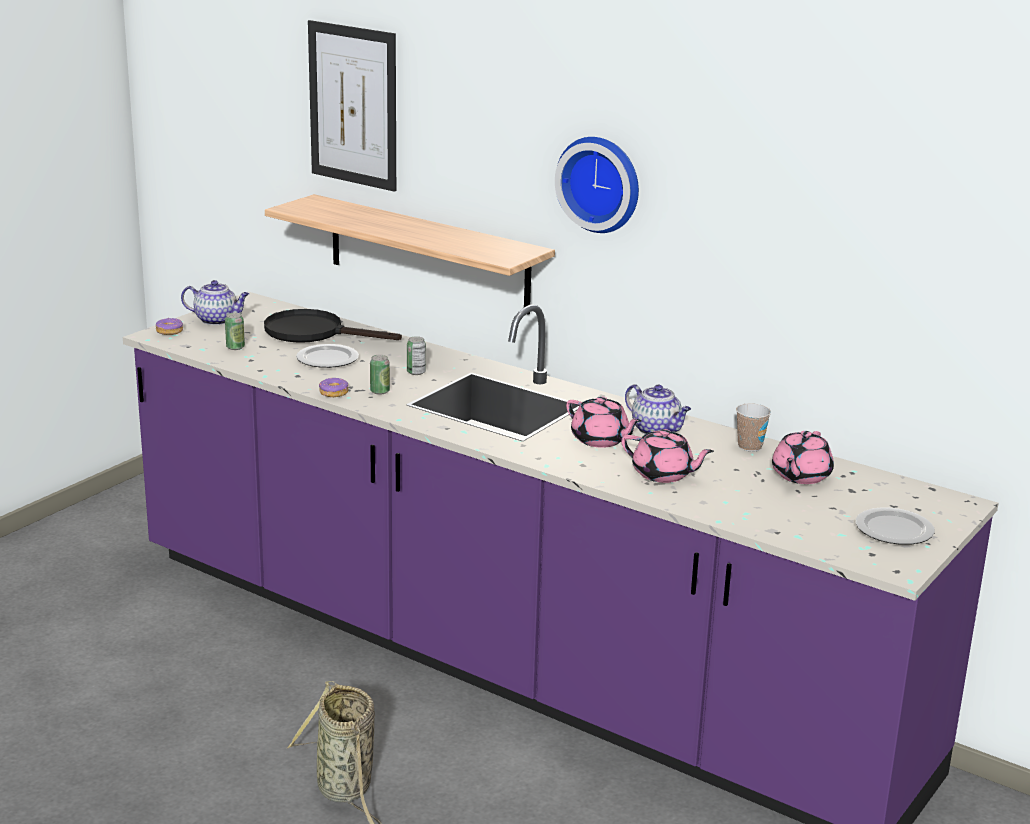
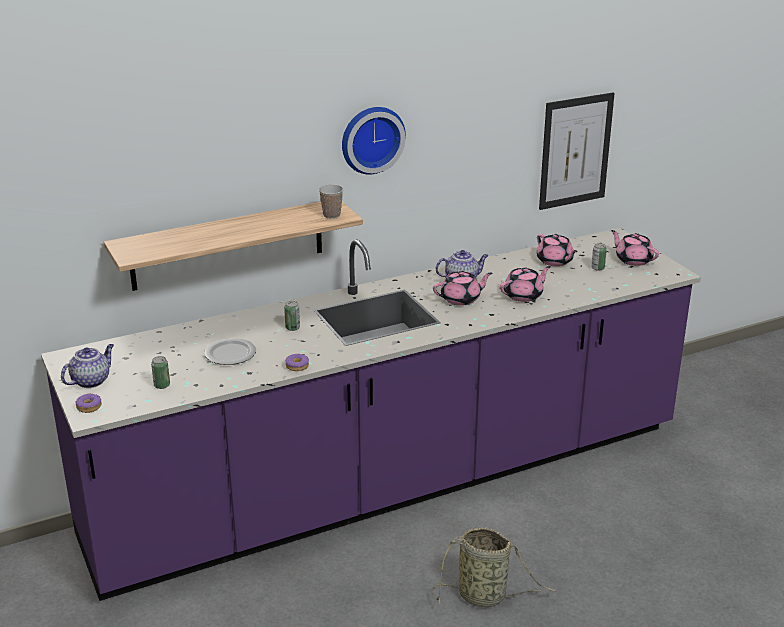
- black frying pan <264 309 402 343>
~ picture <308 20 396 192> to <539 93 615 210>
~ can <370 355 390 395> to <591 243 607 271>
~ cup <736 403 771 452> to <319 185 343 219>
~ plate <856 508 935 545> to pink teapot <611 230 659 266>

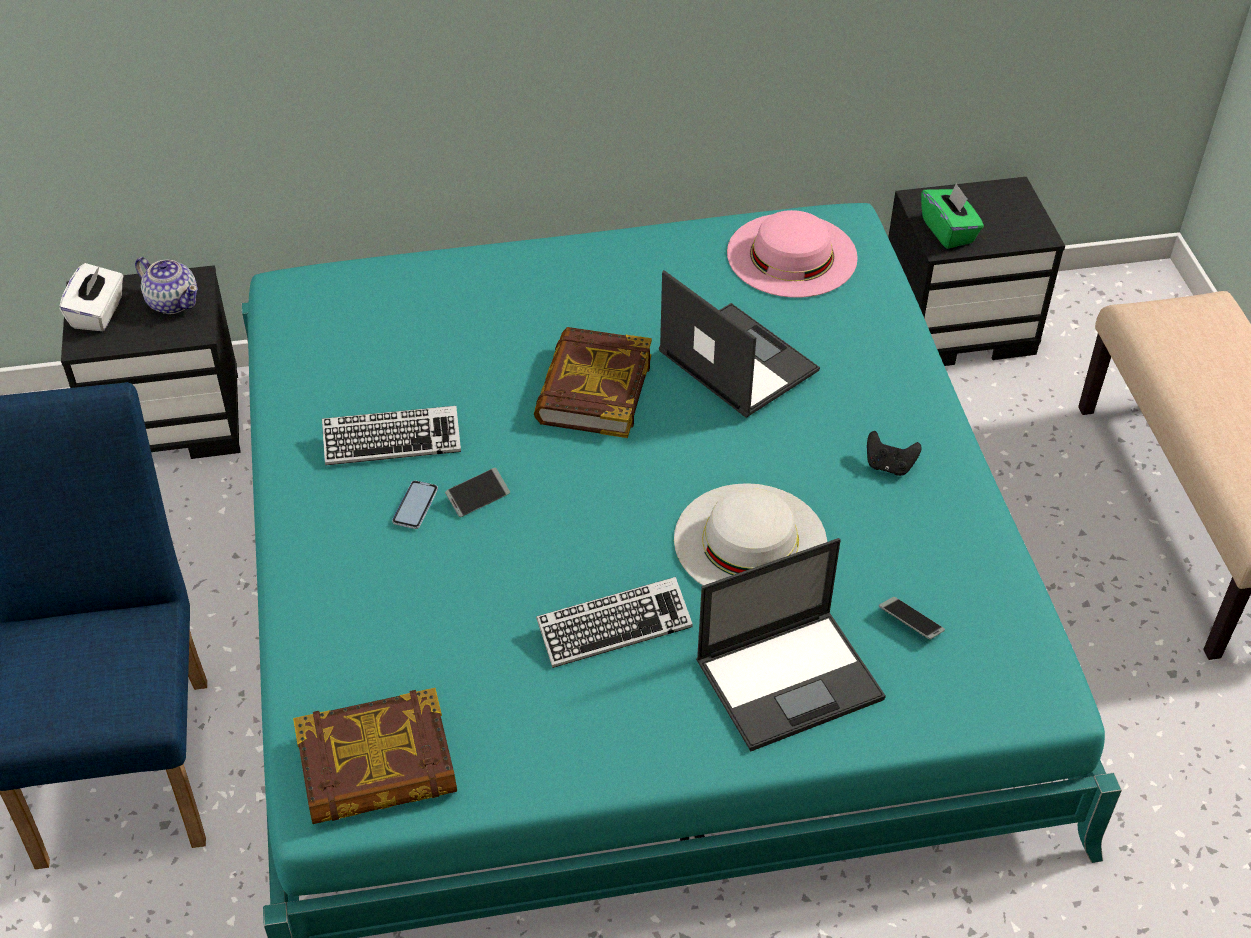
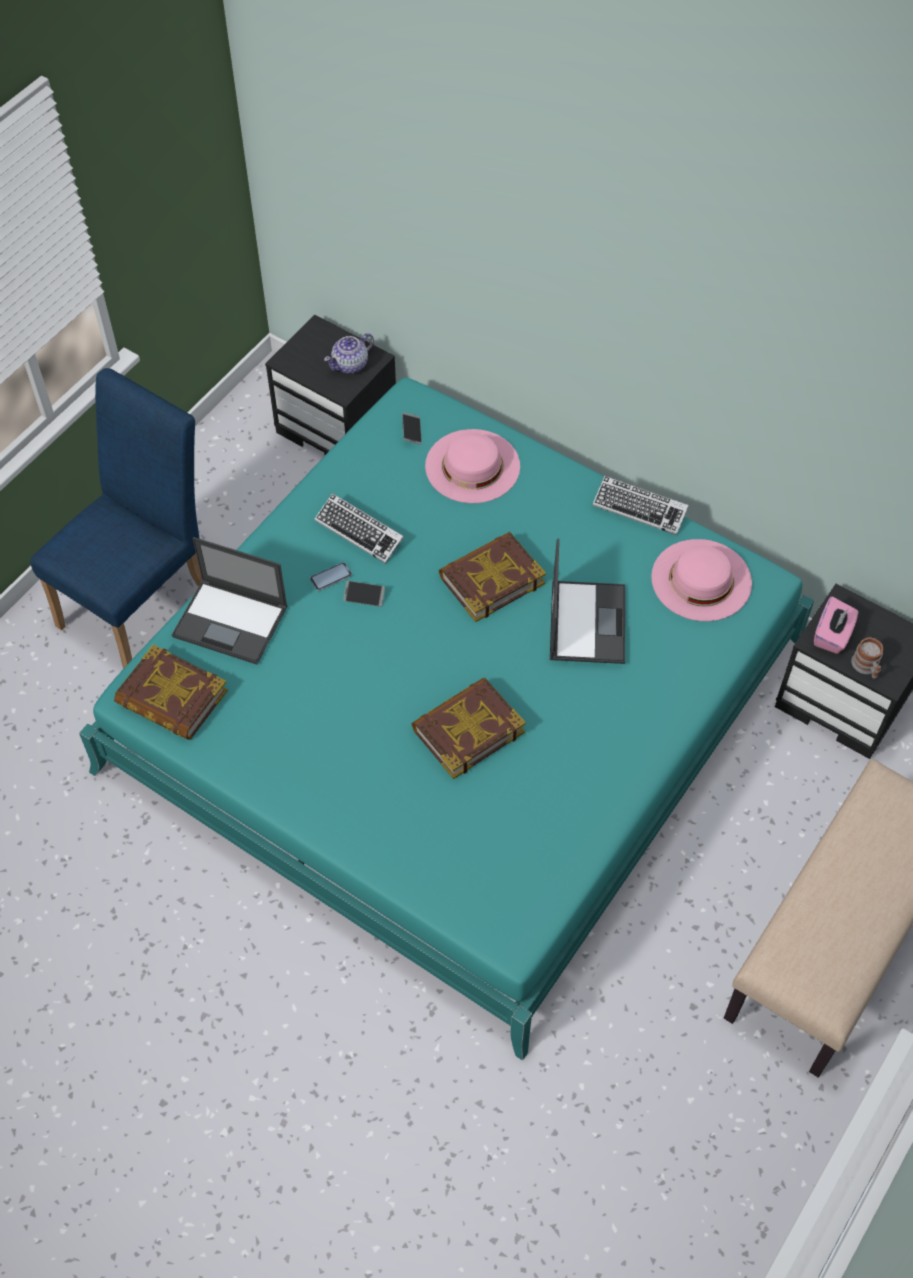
- white tissue box <59 263 123 331>
~ teapot <135 257 198 314> = <324 333 374 374> 60 degrees clockwise
~ keyboard <536 577 693 668> to <593 476 689 535>
~ white hat <674 483 827 585> to book <412 678 526 779>
~ laptop <696 538 886 752> to <172 537 288 665>
- black game controller <867 431 922 476>
~ phone <879 597 945 640> to <402 412 422 445>
~ green tissue box <921 183 984 249> to pink tissue box <814 597 859 654>
+ pink hat <425 429 520 503>
+ mug <851 637 883 679>

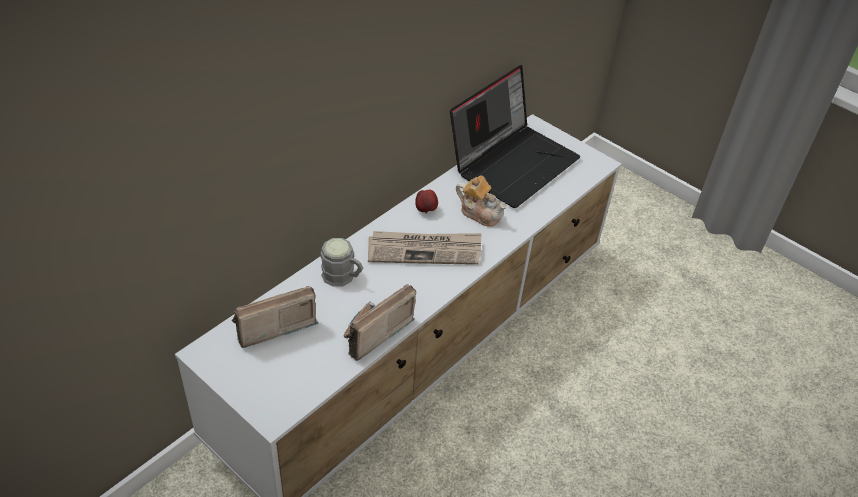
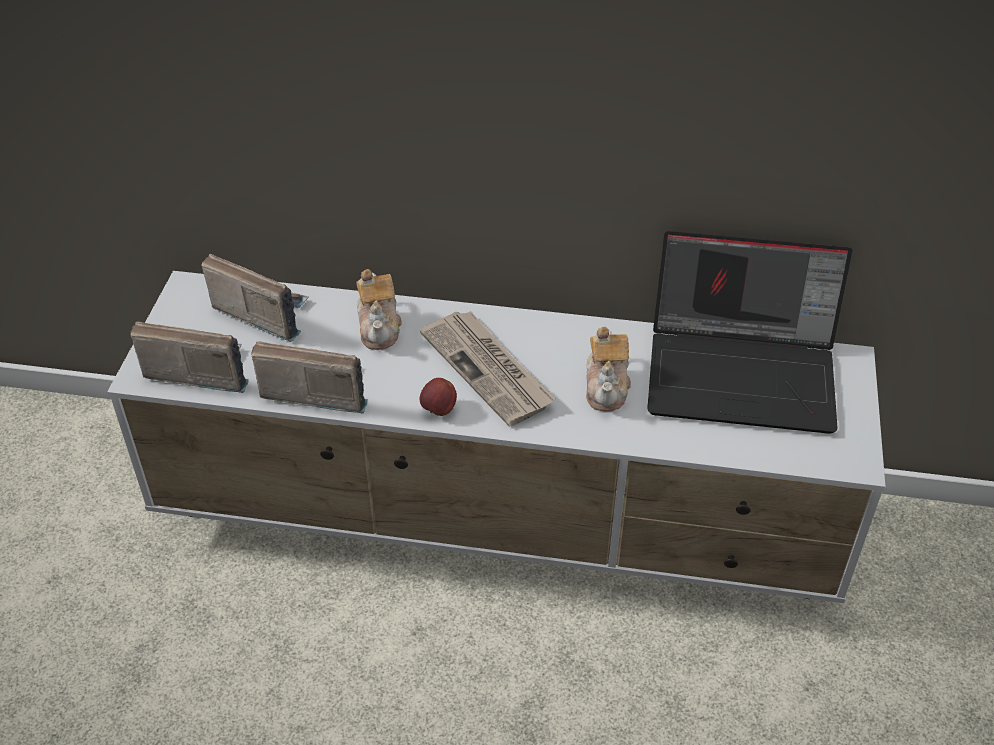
~ grey mug <320 238 364 287> to teapot <356 269 402 350>
~ apple <415 190 438 214> to <420 378 457 416>
+ radio <130 322 249 393>

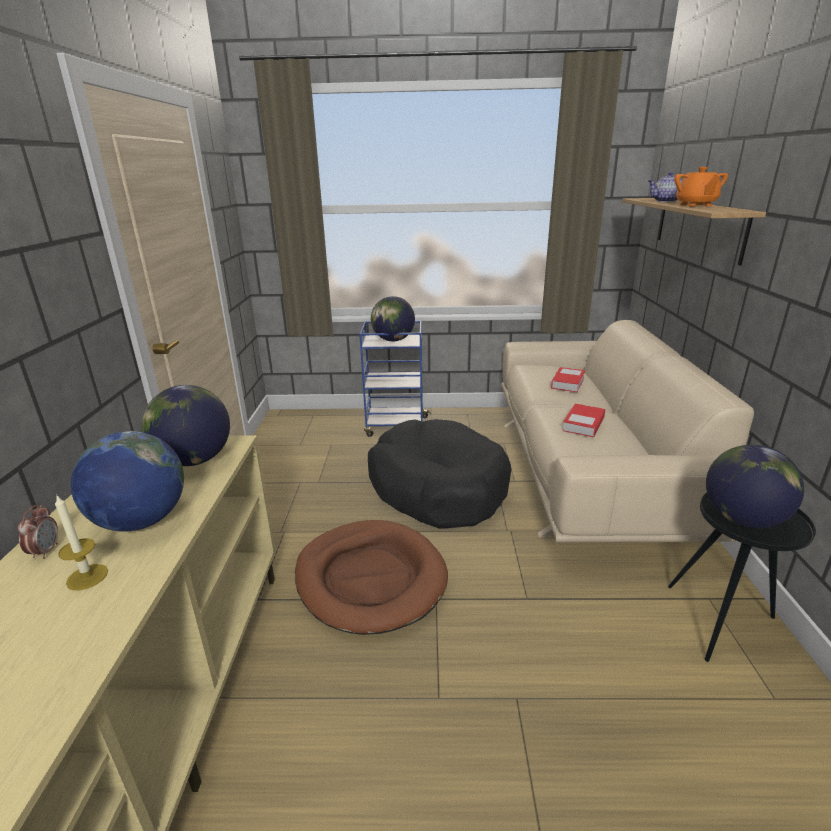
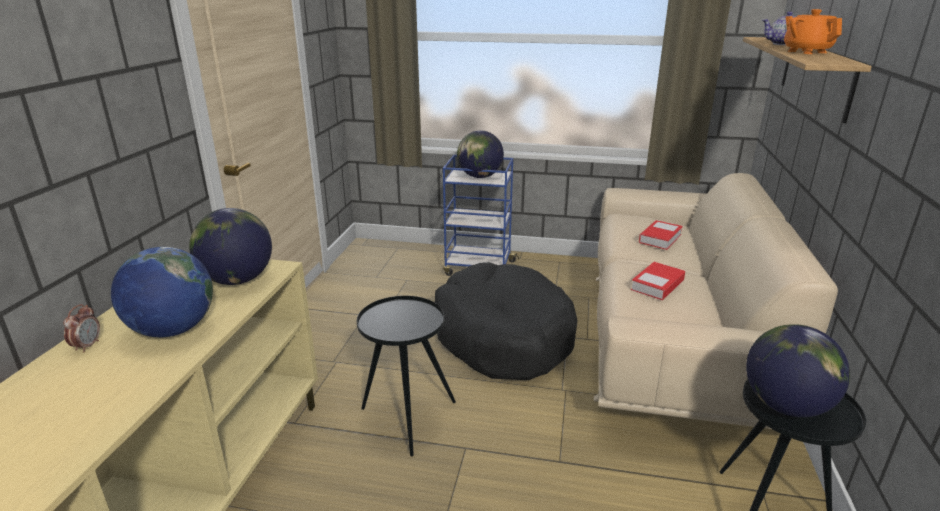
- candle <55 496 108 591>
~ brown dog bed <295 520 448 635> to black side table <357 296 456 456>
~ orange teapot <674 167 728 207> = <784 9 842 54> 150 degrees clockwise

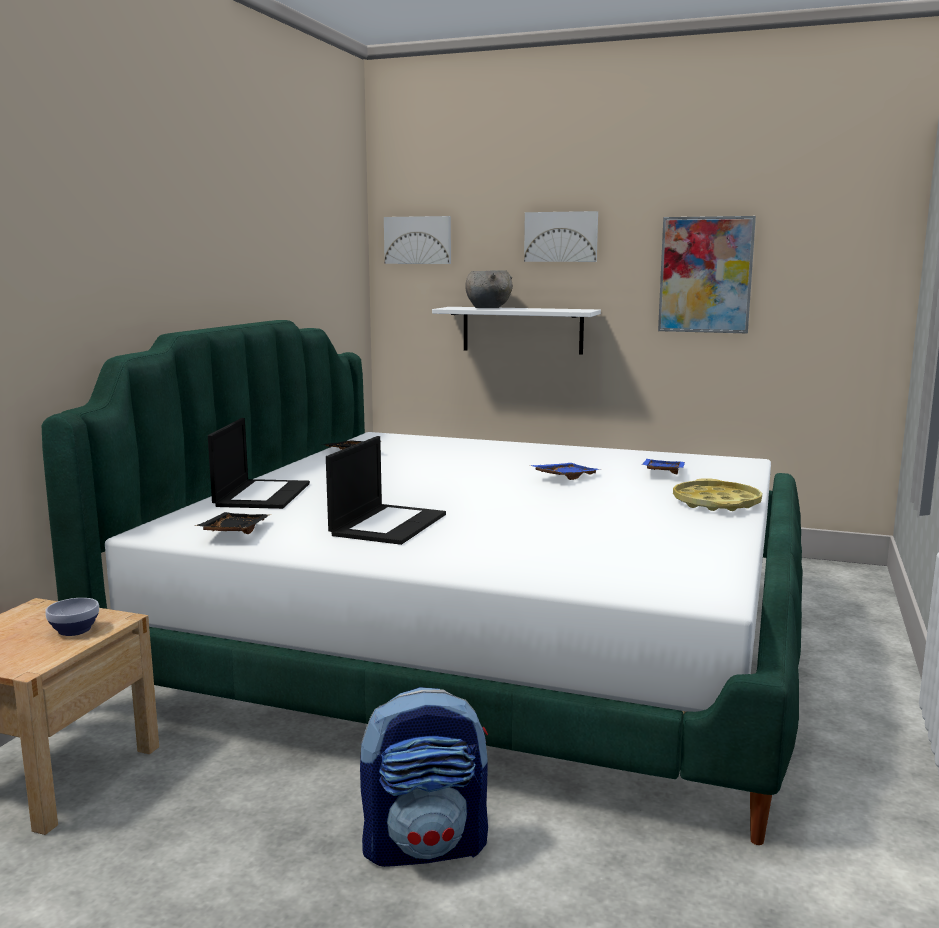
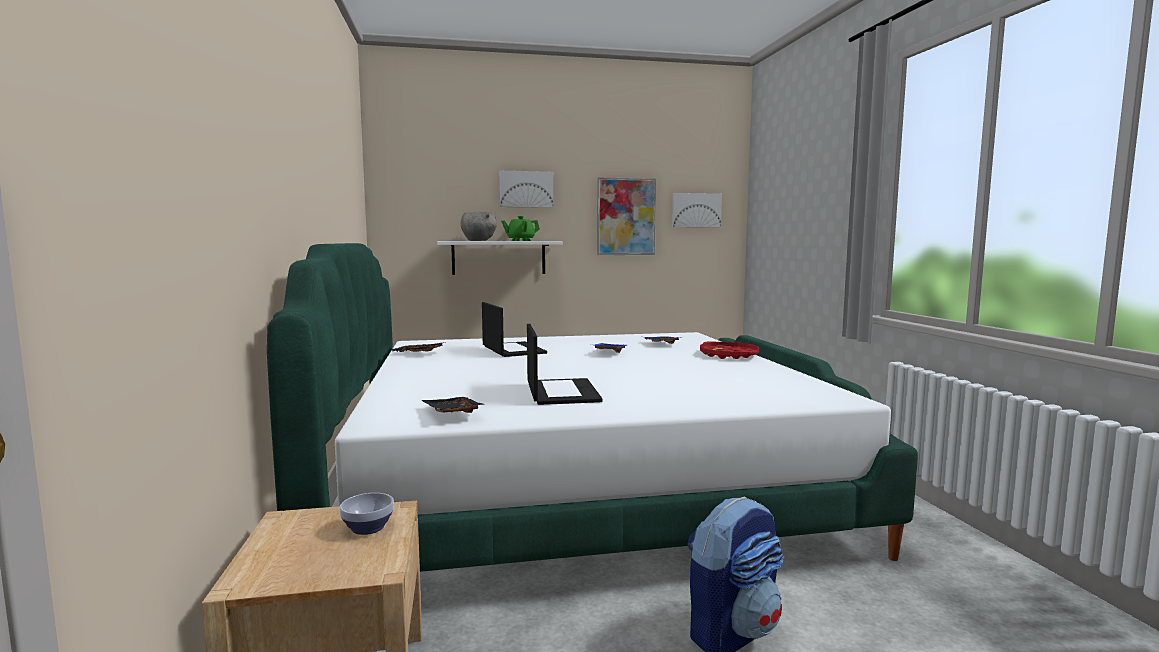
~ laptop <208 418 310 509> to <482 302 547 357>
~ picture <384 216 451 264> to <672 193 722 227>
~ yellow tray <673 478 762 511> to red tray <700 341 759 359>
+ green teapot <501 216 540 241>

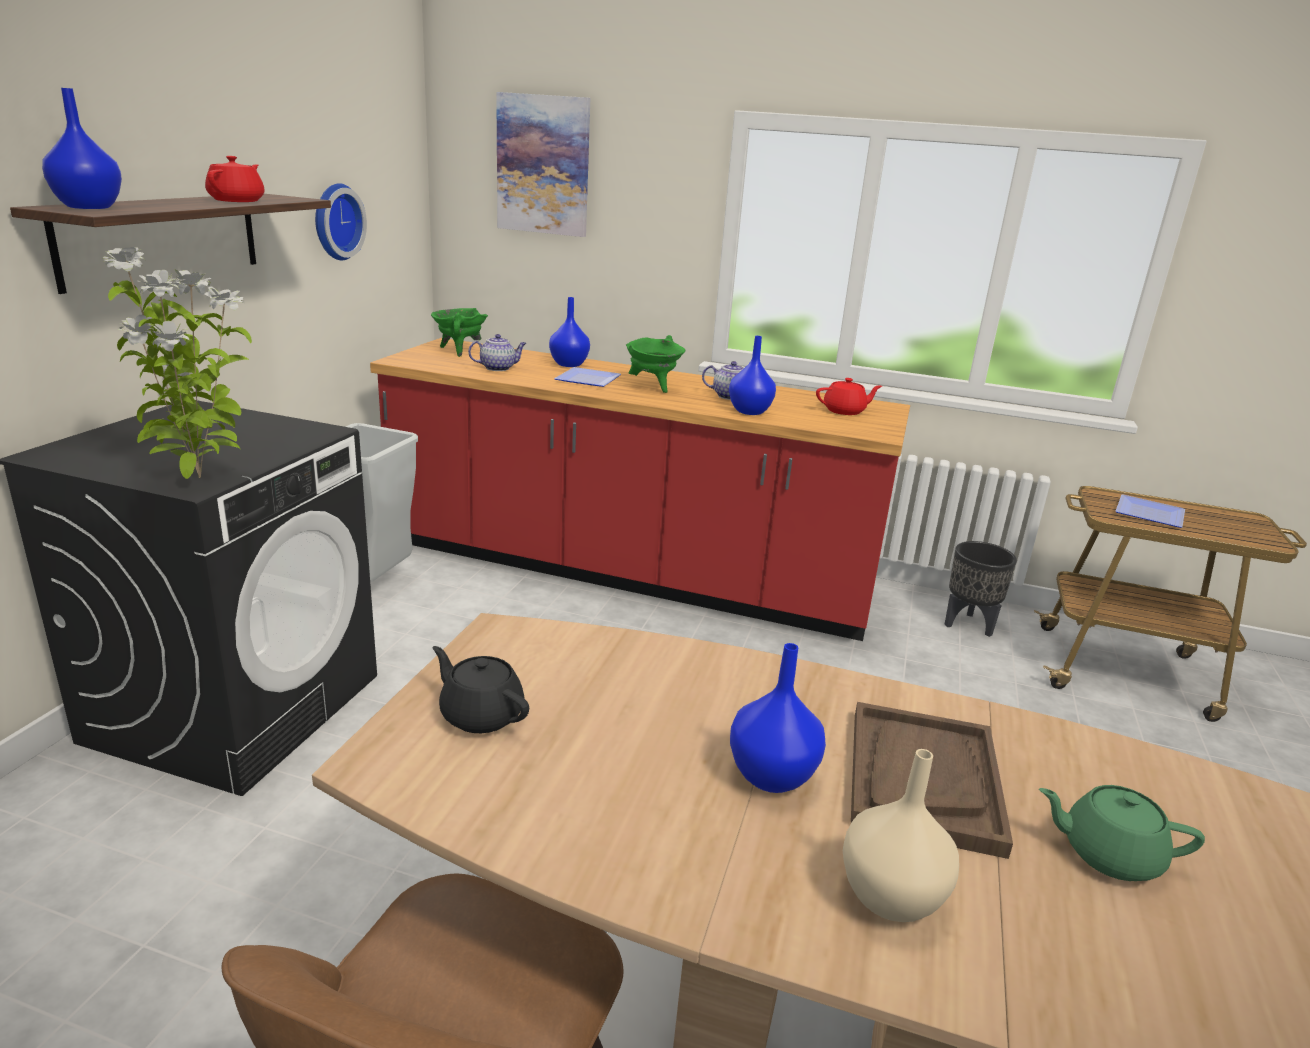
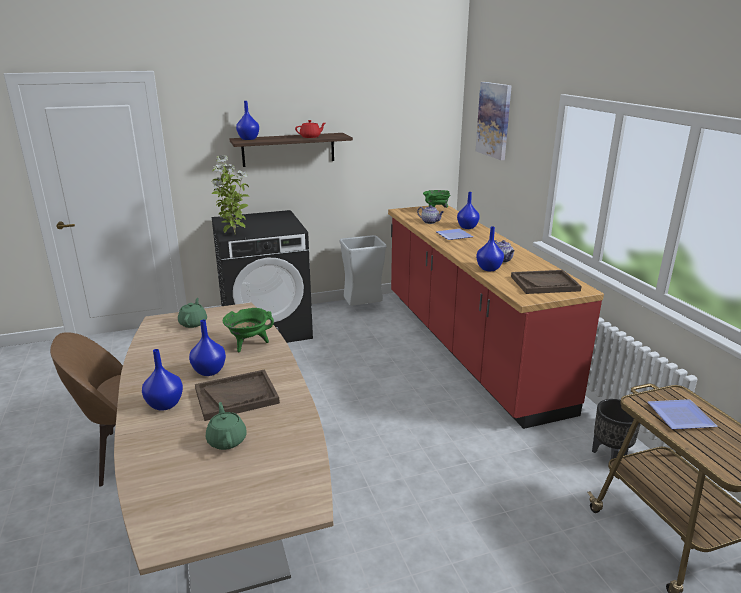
- wall clock <315 183 367 260>
~ black teapot <432 646 529 733> to green teapot <178 298 207 328>
~ green cooking pot <626 335 685 393> to <223 308 274 352>
~ red teapot <816 378 882 415> to brown tray <511 270 582 294>
~ beige vase <843 749 959 922> to blue vase <142 349 183 411>

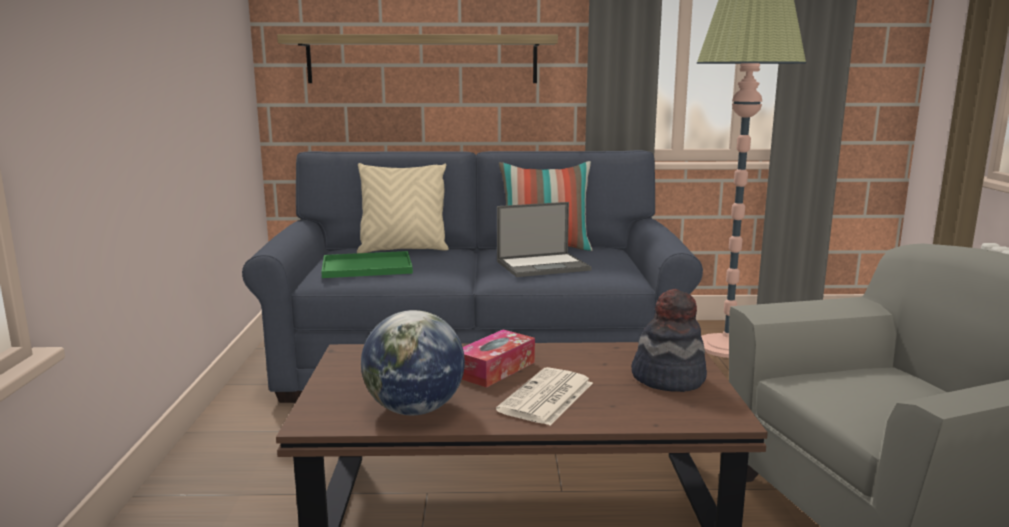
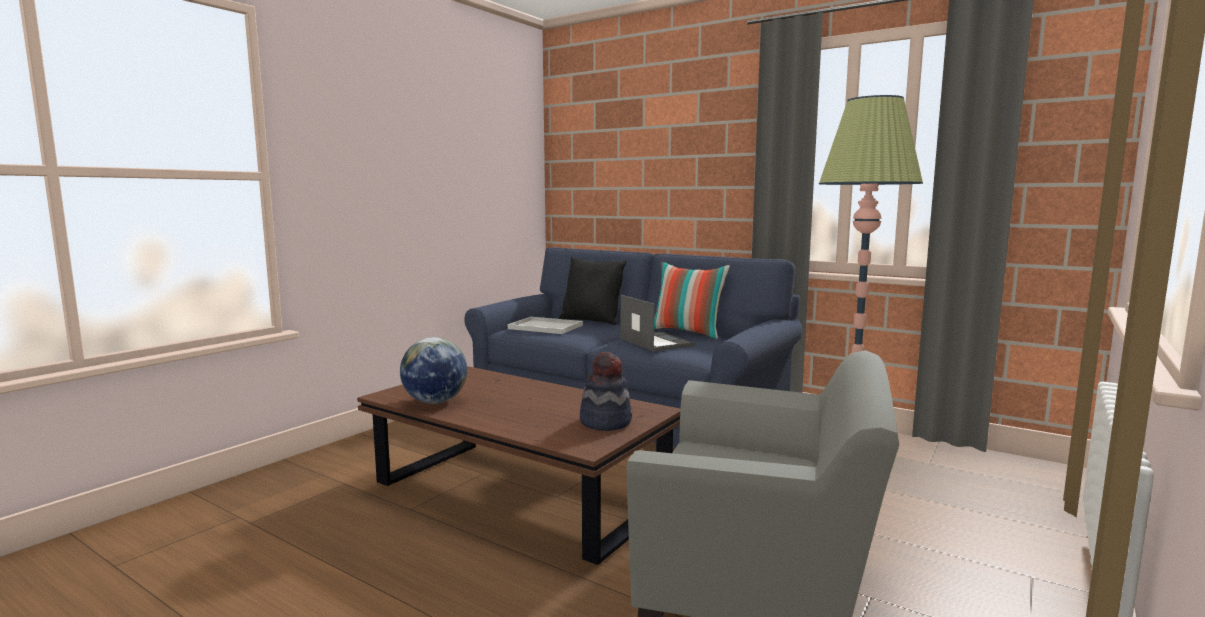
- shelf <277 34 558 83>
~ green tray <321 251 413 278> to white tray <508 317 583 334>
~ beige pillow <357 163 449 253> to black pillow <559 257 627 325>
- tissue box <462 329 535 388>
- newspaper <496 367 593 426>
~ laptop <497 202 592 277> = <620 295 694 351> 135 degrees counterclockwise

